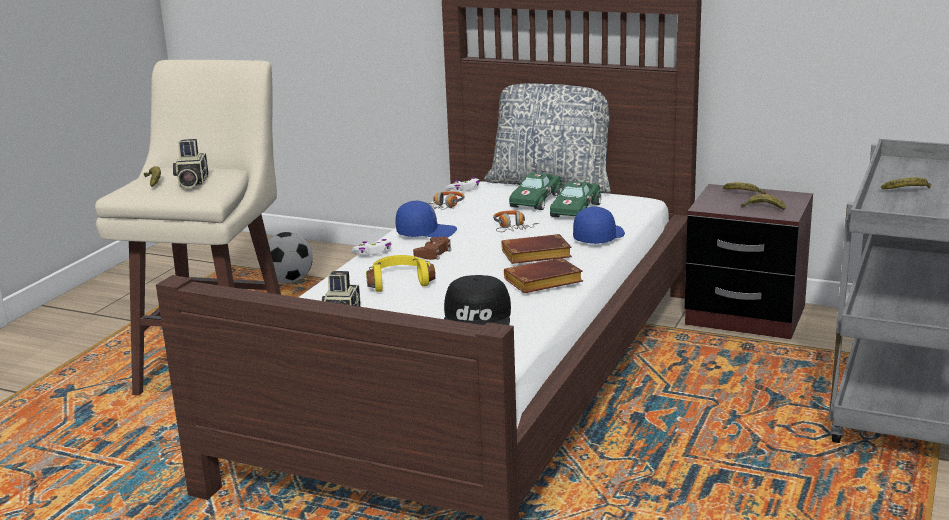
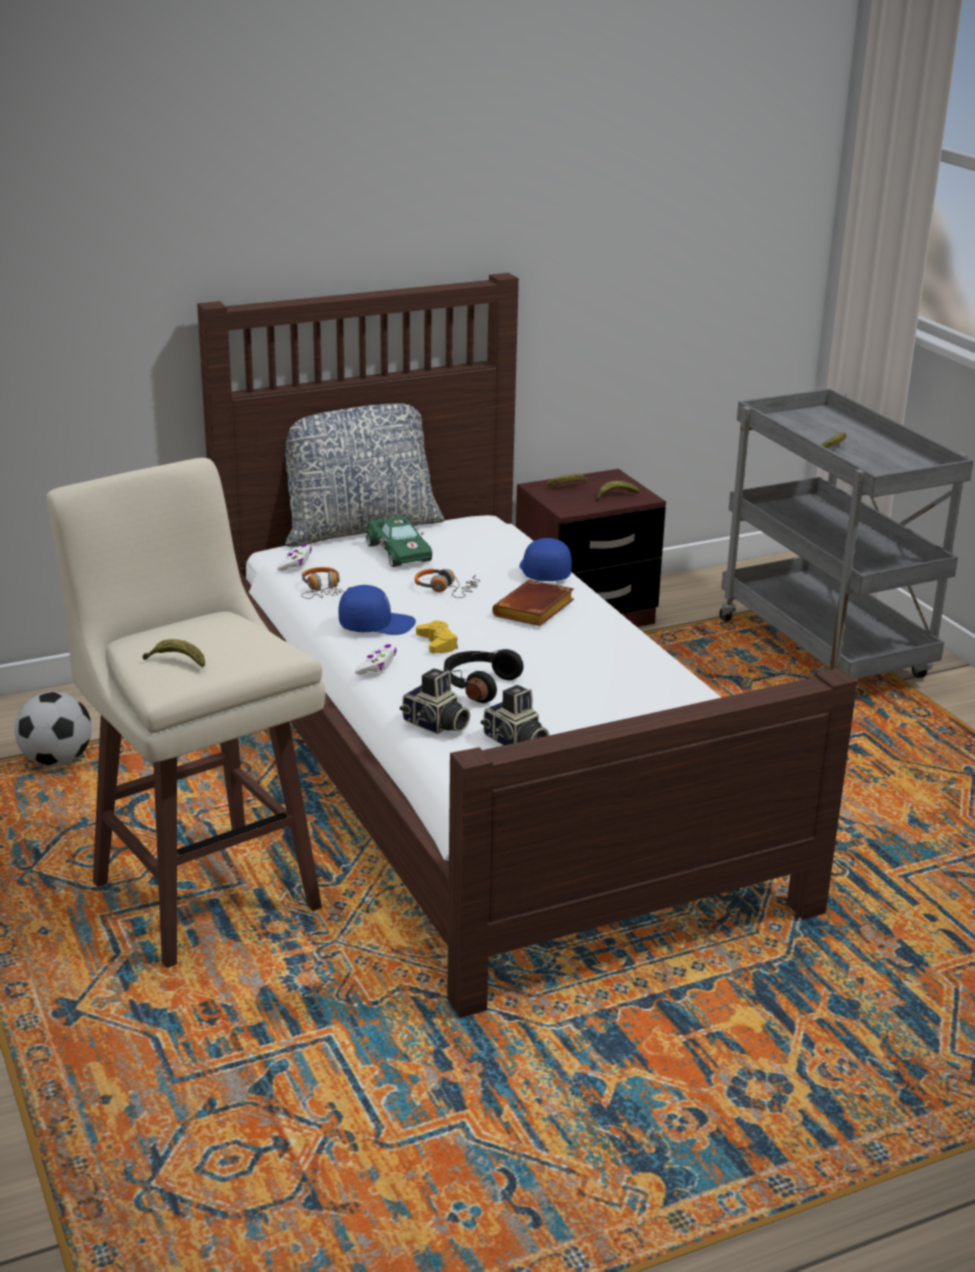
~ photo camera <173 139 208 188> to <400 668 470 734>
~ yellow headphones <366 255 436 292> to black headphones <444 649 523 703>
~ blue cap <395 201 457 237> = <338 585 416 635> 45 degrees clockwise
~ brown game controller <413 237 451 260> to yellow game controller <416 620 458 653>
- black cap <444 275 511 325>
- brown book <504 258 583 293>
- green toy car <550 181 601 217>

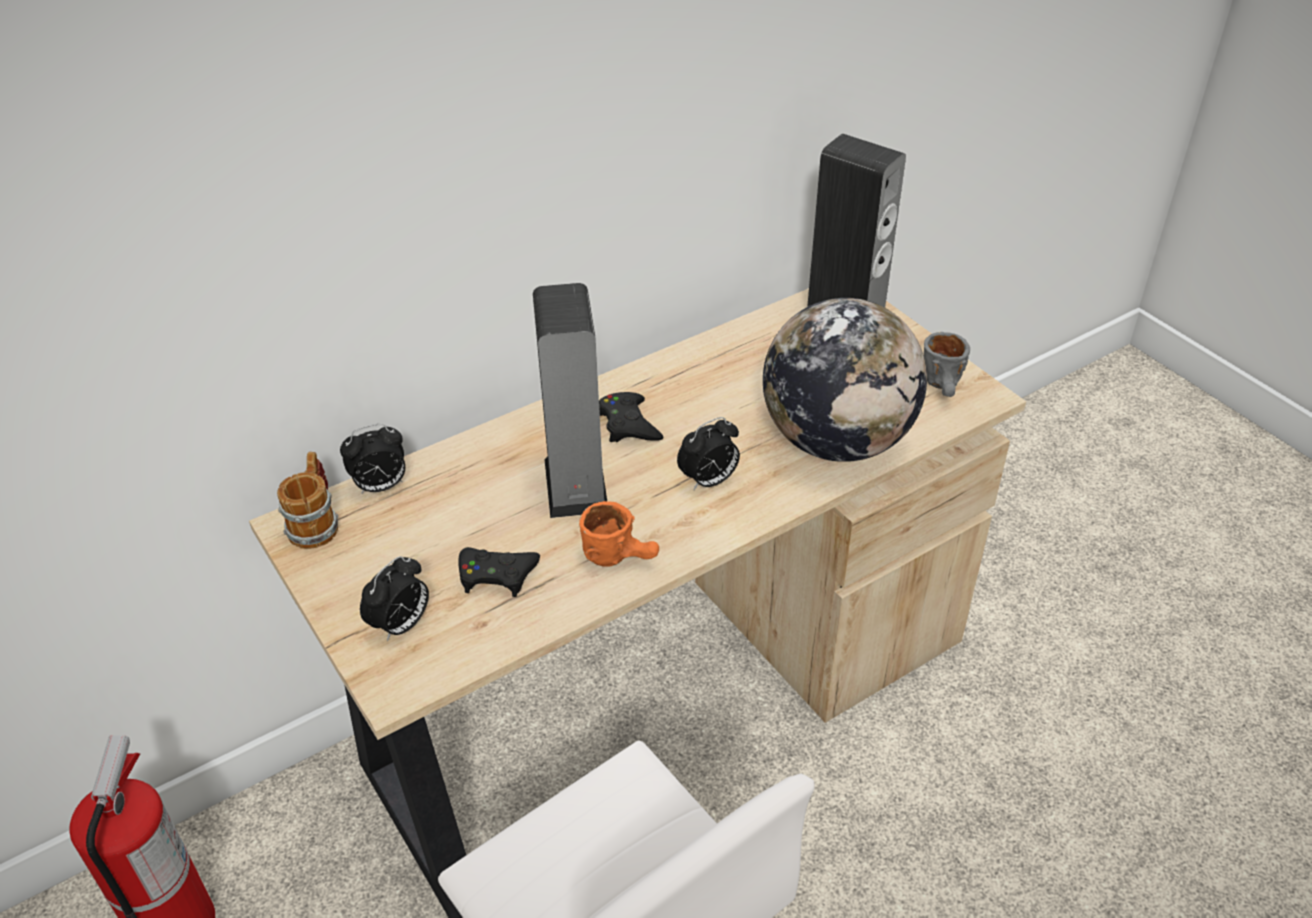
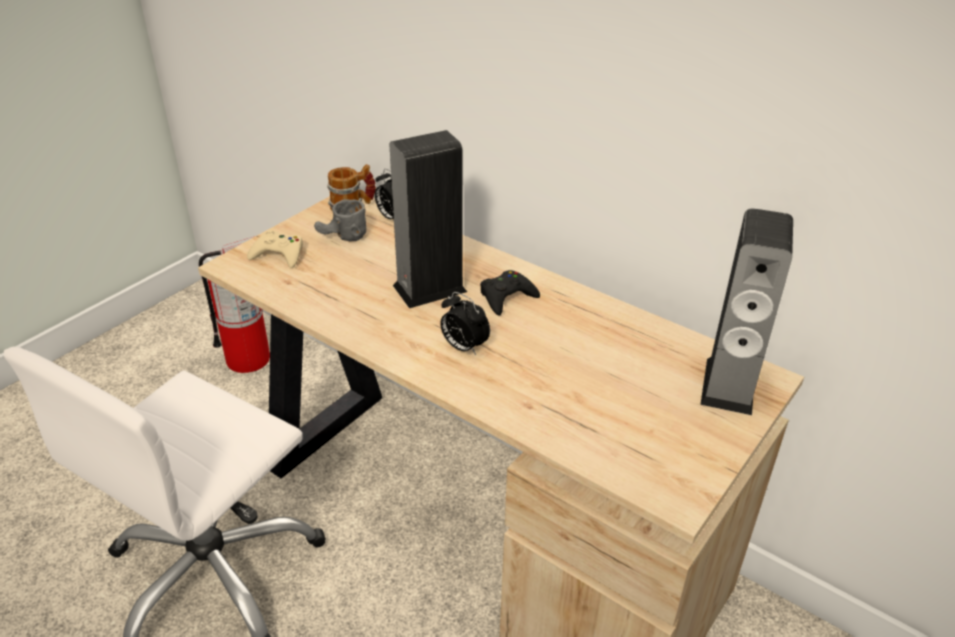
~ alarm clock <360 556 429 641> to beige game controller <247 230 303 268>
- black game controller <458 547 540 597>
- orange mug <579 501 659 567>
- globe <763 298 927 462>
~ grey mug <924 332 970 397> to <314 199 366 241>

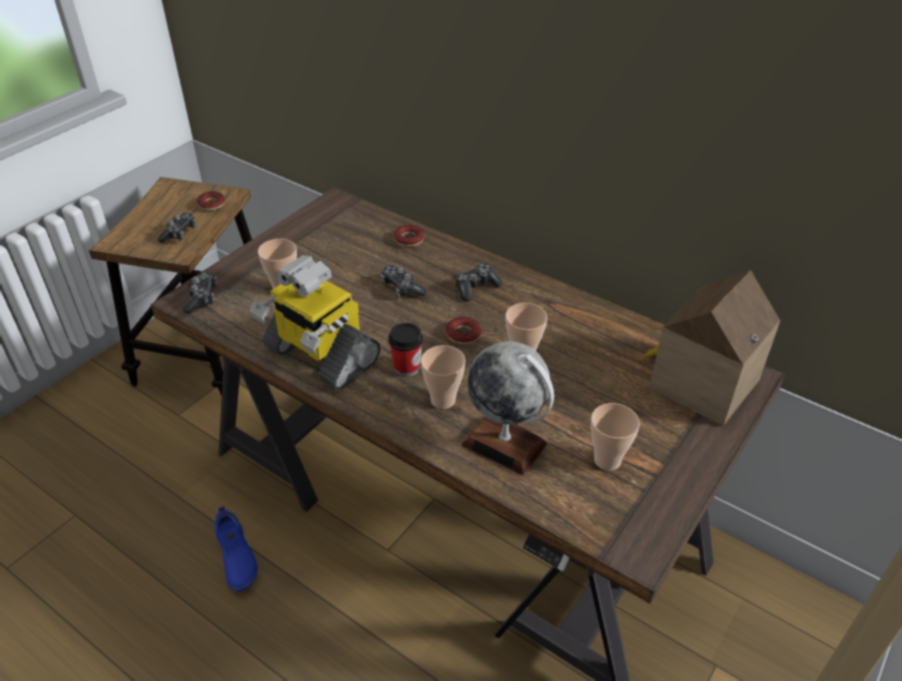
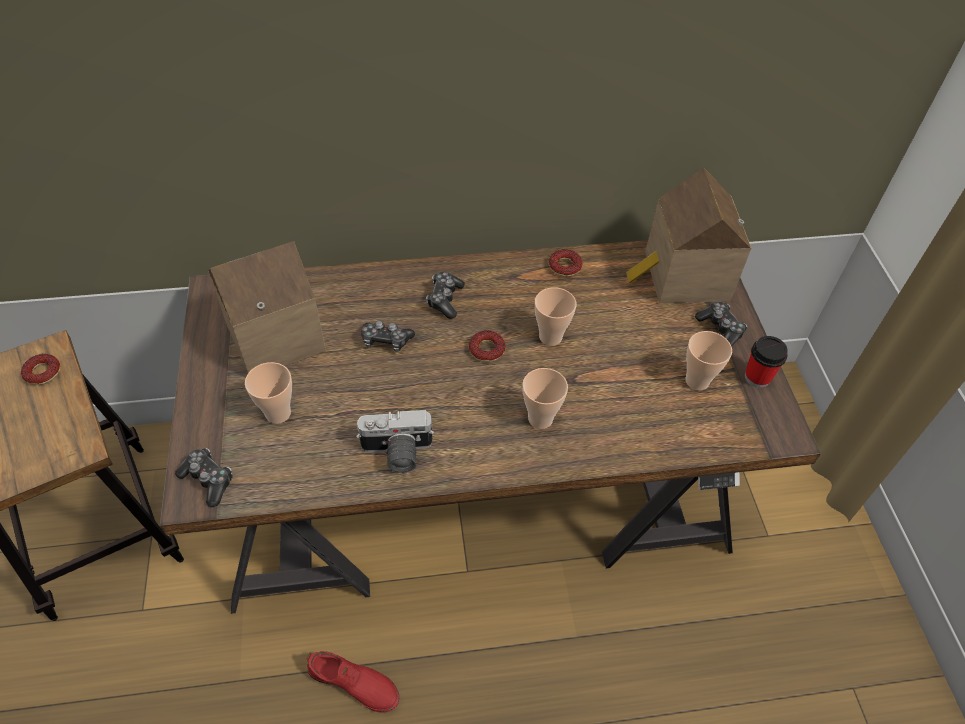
~ game controller <157 213 196 243> to <695 302 747 347>
~ blue shoe <215 506 258 591> to red shoe <307 651 399 713>
~ toy robot <249 255 381 391> to photo camera <356 410 434 473>
~ cup <388 323 423 377> to <745 336 788 388>
~ donut <394 225 424 247> to <549 249 582 277>
- globe <461 341 554 475>
+ toy house <208 241 326 373>

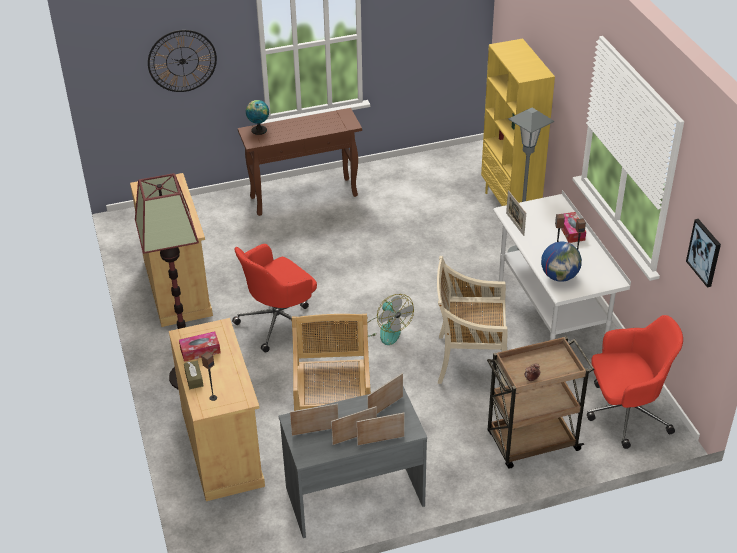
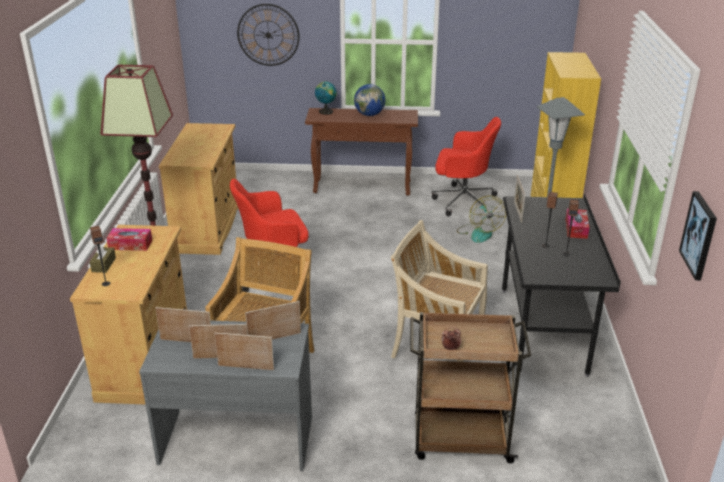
~ fan <367 294 414 345> to <457 196 506 243>
~ white desk <493 190 631 353> to black desk <502 193 621 377>
~ globe <541 242 582 282> to <354 84 385 116>
~ red office chair <587 315 683 449> to <432 117 501 216>

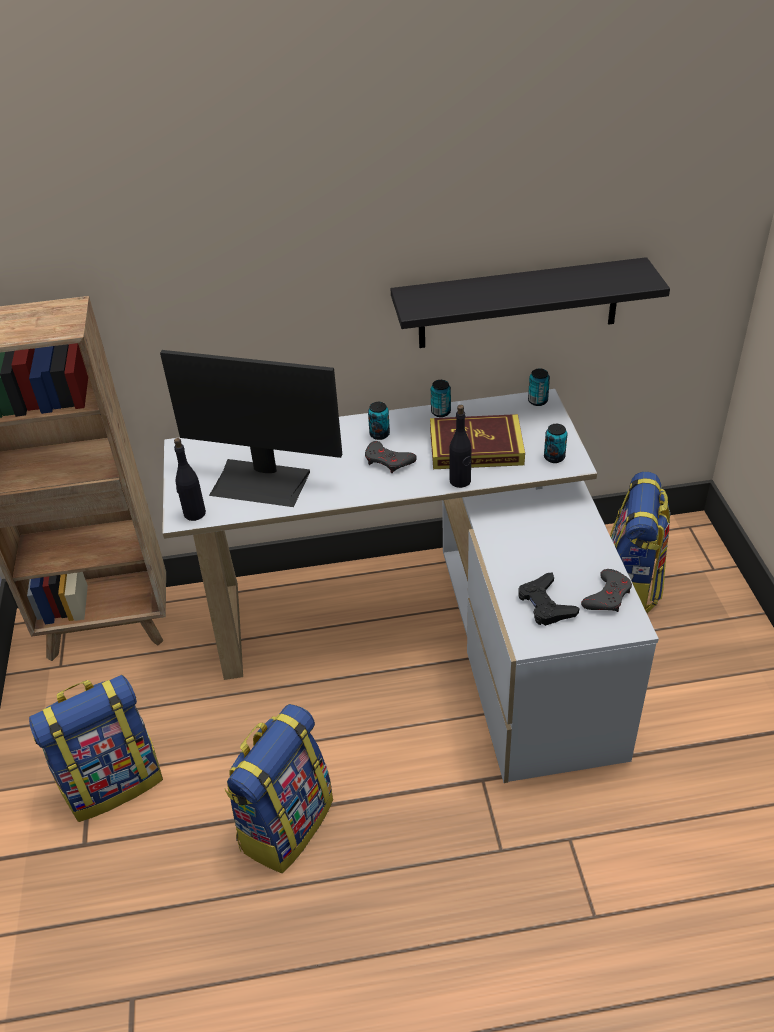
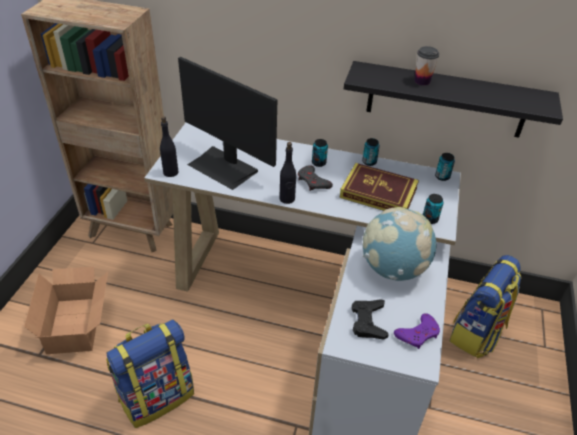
~ backpack <29 675 163 822> to cardboard box <24 267 108 354>
~ black bottle <449 405 471 488> to <279 142 296 204>
~ grey game controller <581 569 632 612> to purple game controller <394 313 440 349>
+ globe <363 207 436 281>
+ cup <414 46 439 86>

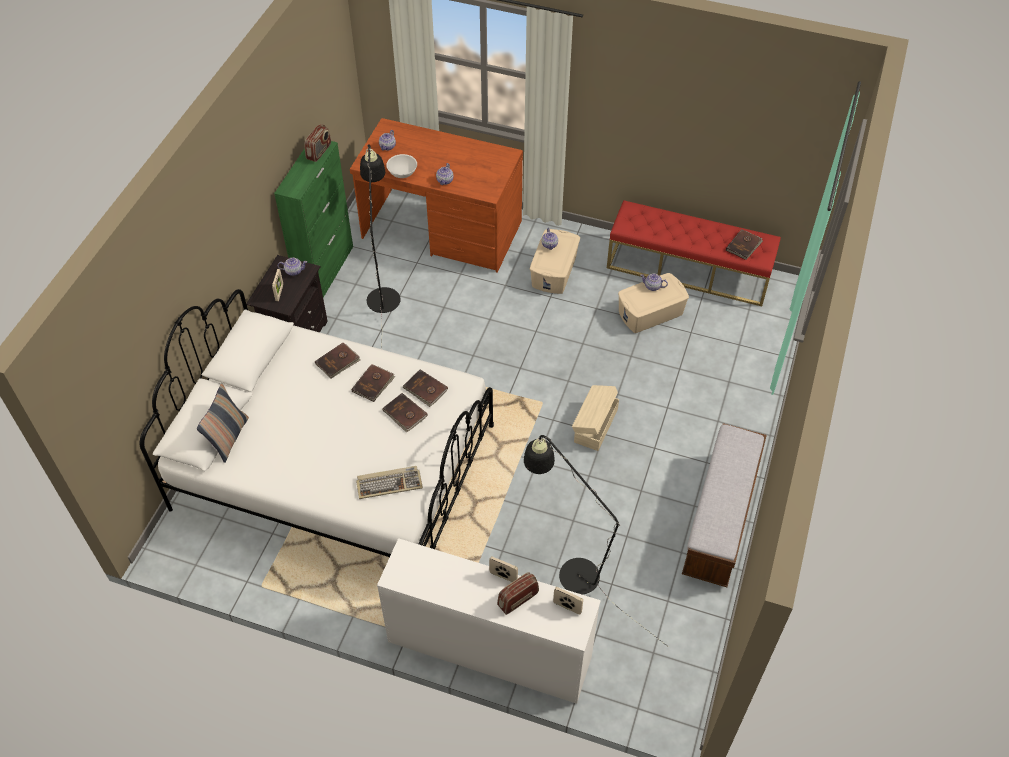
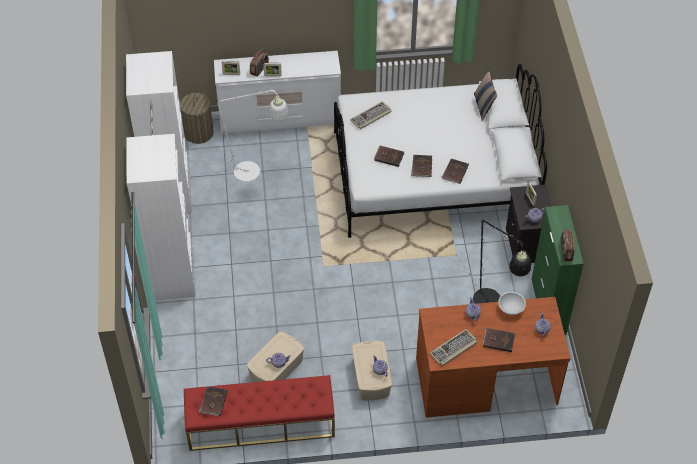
~ brown book <403 370 448 407> to <482 328 515 352>
~ black floor lamp <524 435 669 647> to white floor lamp <191 89 289 182>
- beige storage box <572 385 619 451>
~ bench <682 423 767 587> to white wardrobe <126 51 195 300>
+ laundry basket <180 92 214 144>
+ keyboard <429 329 477 366>

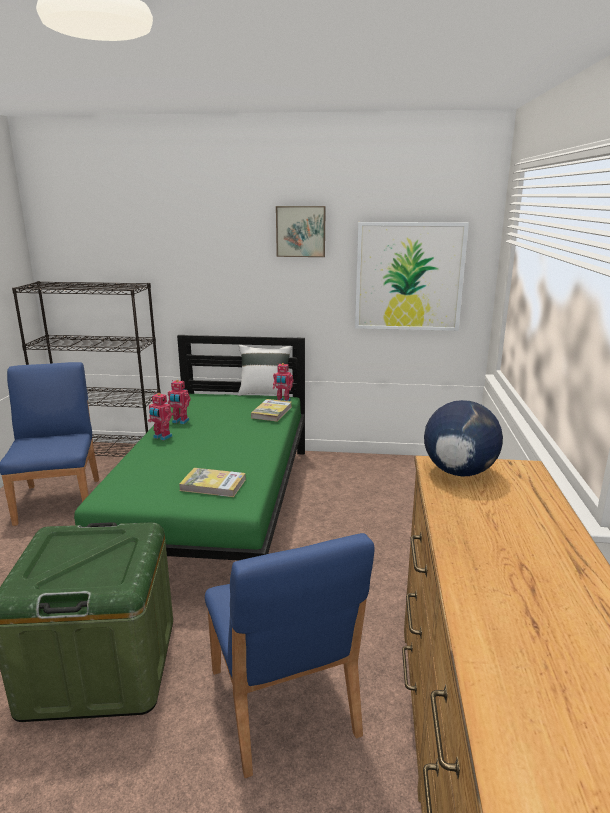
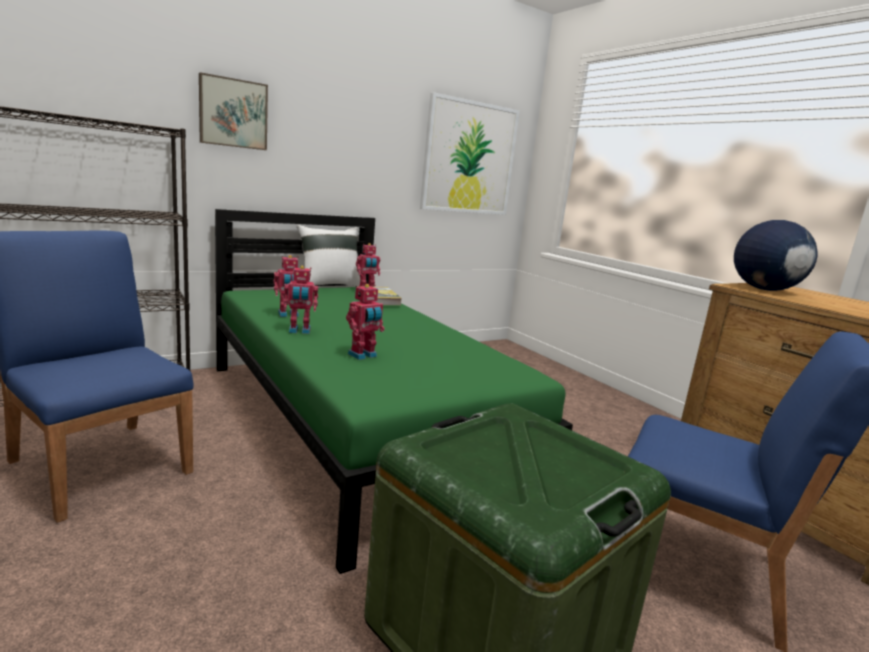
- book <179 468 246 497>
~ picture <276 206 326 257> to <199 72 268 150>
+ toy robot <346 284 385 360>

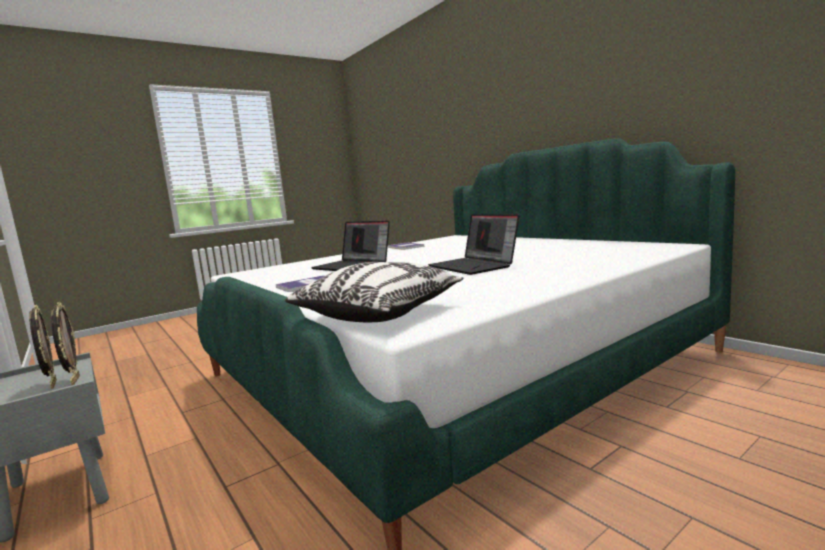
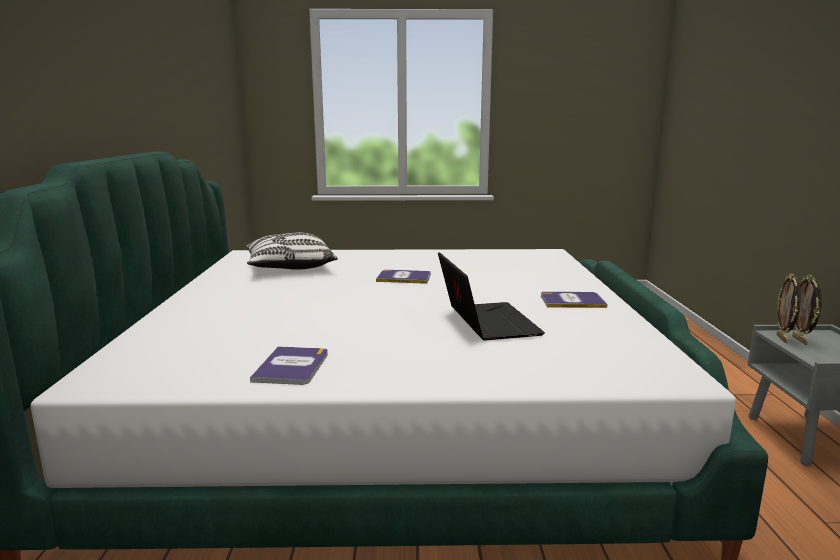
~ pillow <285 262 463 322> to <245 233 337 270>
~ laptop <428 214 519 275> to book <376 270 431 284>

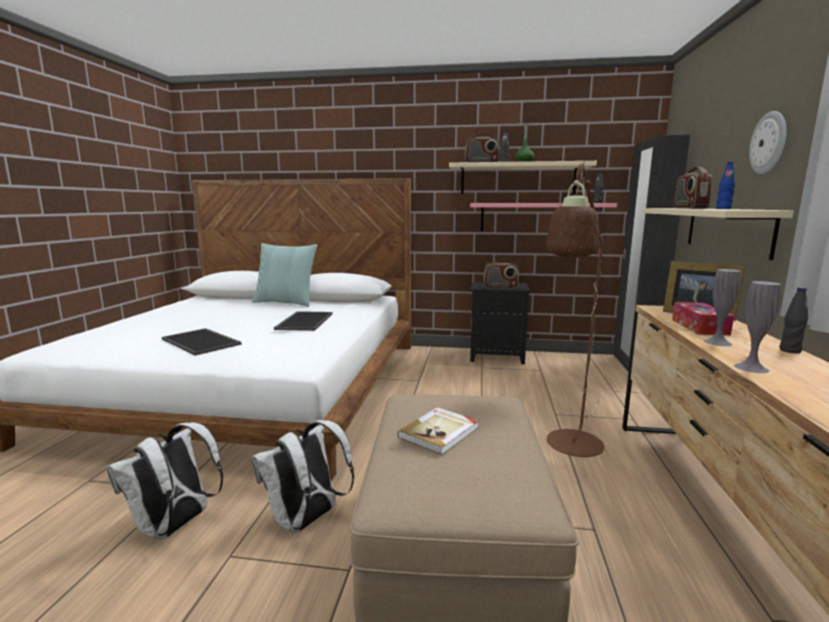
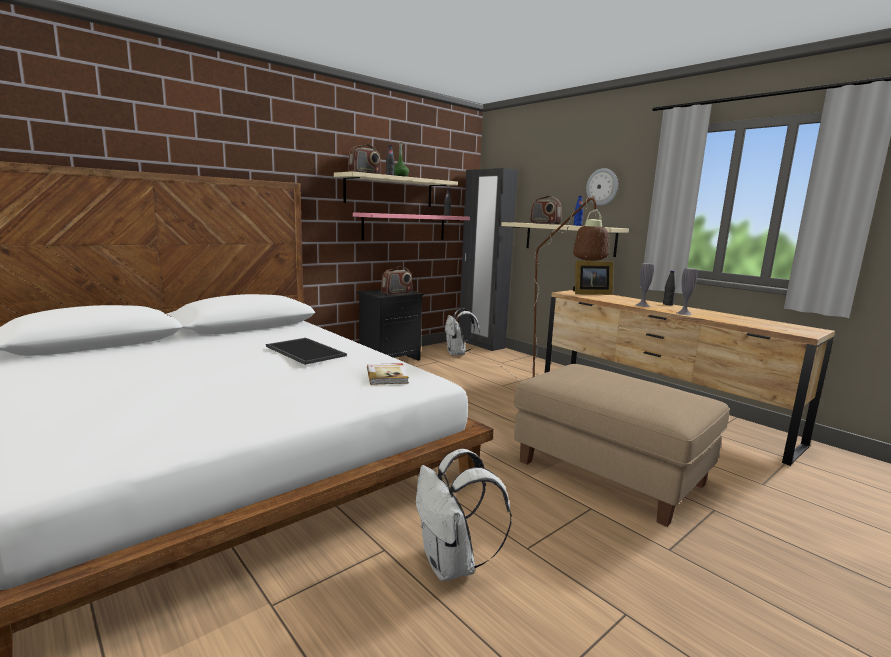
- tray <162 328 242 356>
~ white backpack <251 420 354 533> to <445 308 480 356>
- pillow <252 243 317 307>
~ book <397 407 479 455> to <367 363 409 385>
- tissue box <672 302 734 335>

